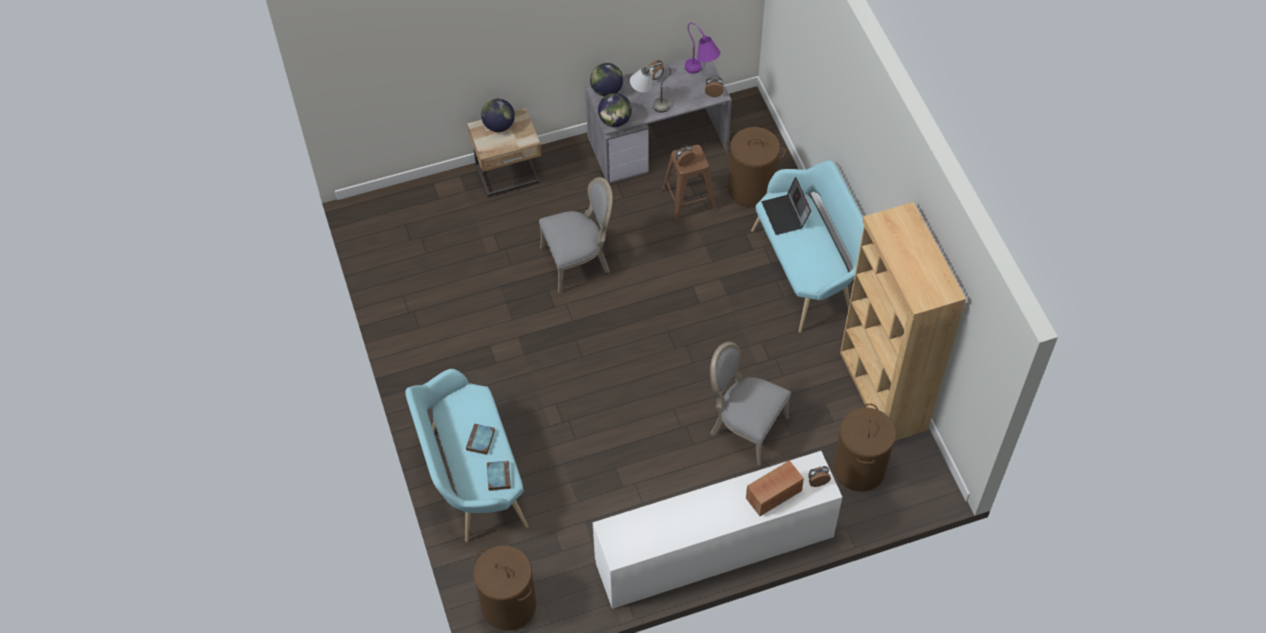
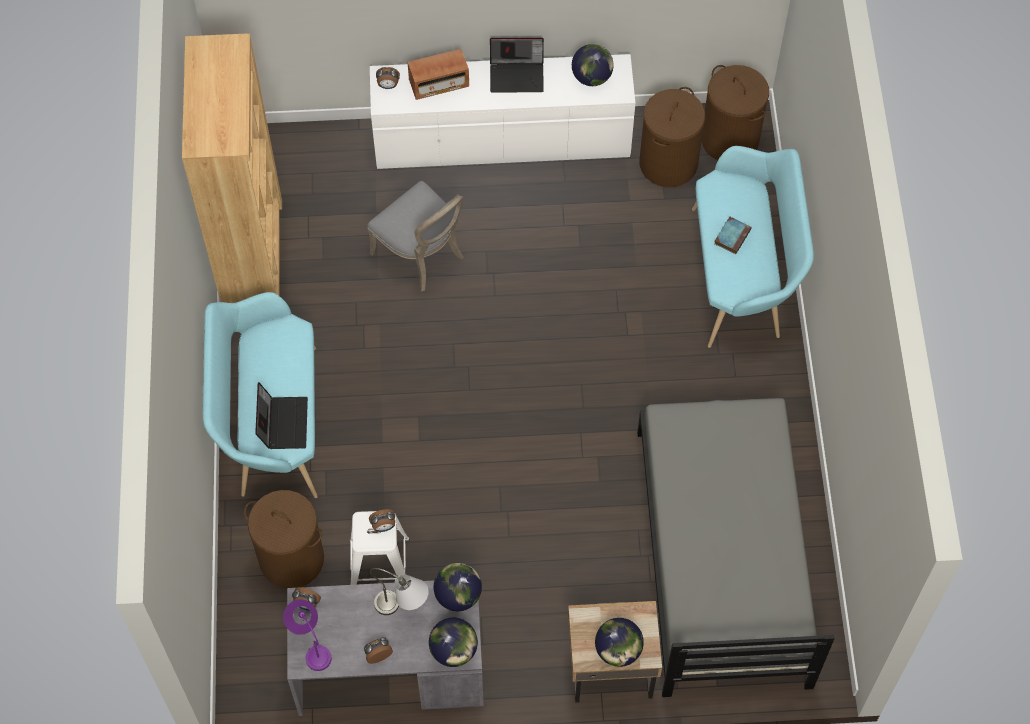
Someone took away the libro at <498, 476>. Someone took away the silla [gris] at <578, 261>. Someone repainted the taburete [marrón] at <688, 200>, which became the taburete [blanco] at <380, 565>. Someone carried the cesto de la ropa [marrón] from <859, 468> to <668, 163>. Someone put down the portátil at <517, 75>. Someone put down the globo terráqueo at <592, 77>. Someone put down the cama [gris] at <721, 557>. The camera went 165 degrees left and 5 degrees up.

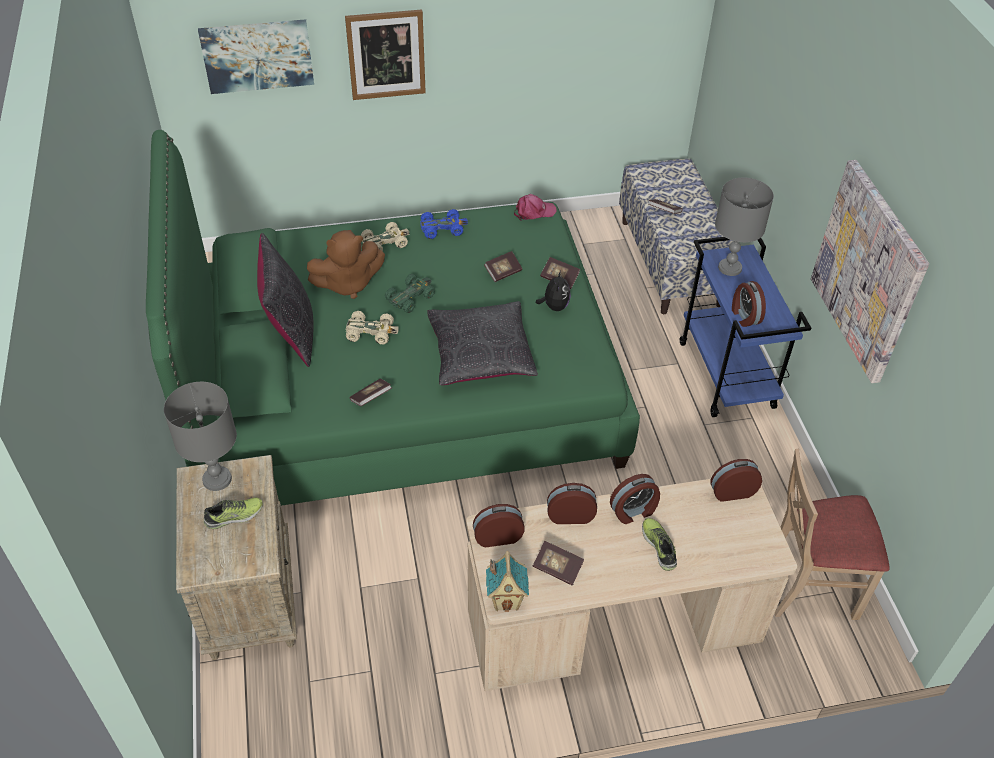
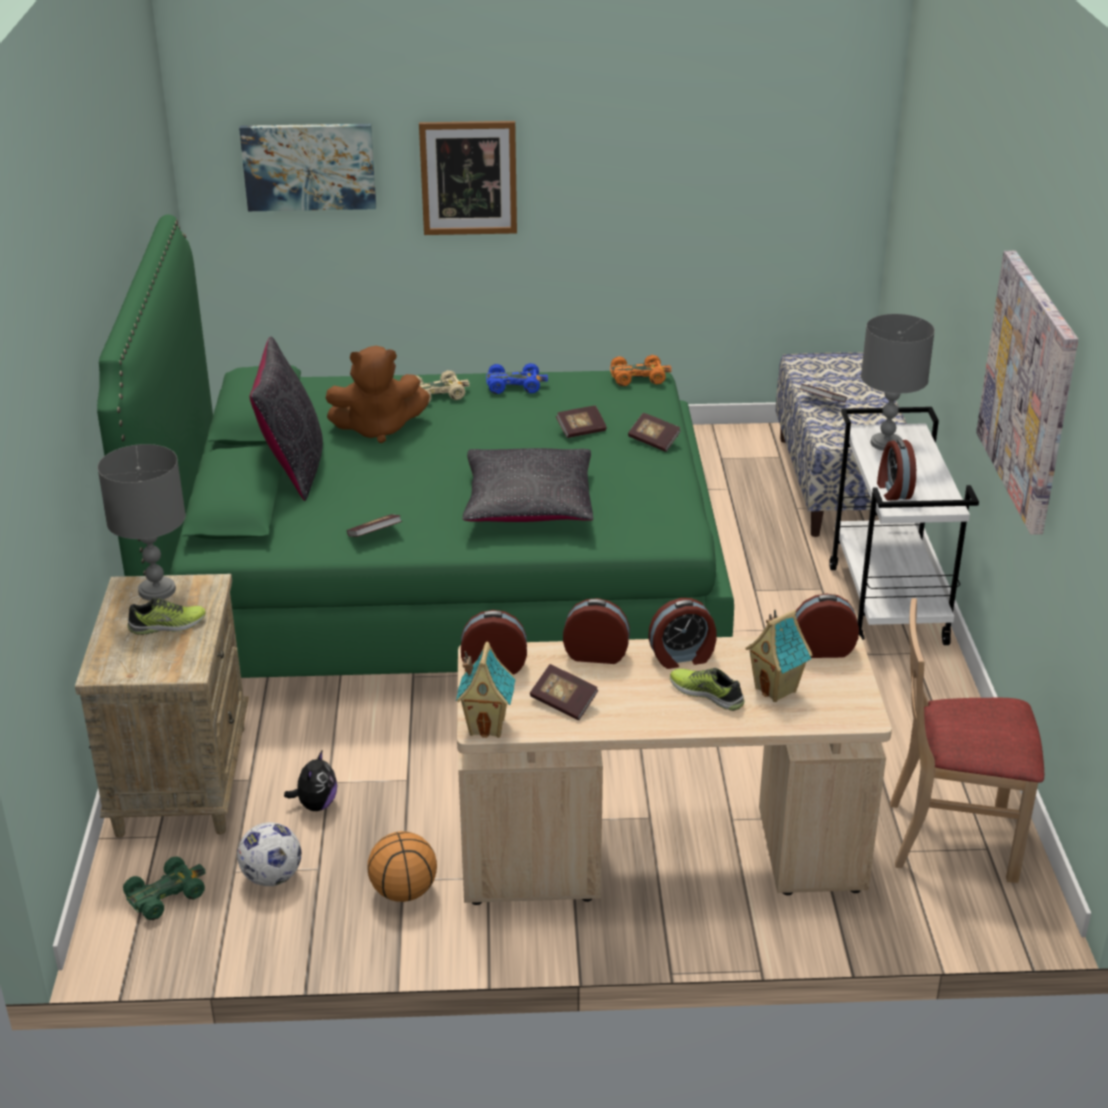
Someone took away the coche de juguete [beis] at <371, 332>. Someone carried the coche de juguete [verde] from <410, 297> to <166, 894>. Someone swapped the gorra [rosa] at <534, 212> for the coche de juguete [naranja] at <638, 377>. Someone carried the peluche from <554, 306> to <316, 804>. Someone rotated the zapato at <659, 546> by 45 degrees counterclockwise. Someone repainted the carrito [azul] at <727, 375>, which became the carrito [blanco] at <888, 606>. Someone put down the balón de fútbol at <271, 877>. Someone put down the balón de baloncesto at <403, 892>. Someone put down the casita at <777, 689>. The camera went 10 degrees right and 15 degrees down.

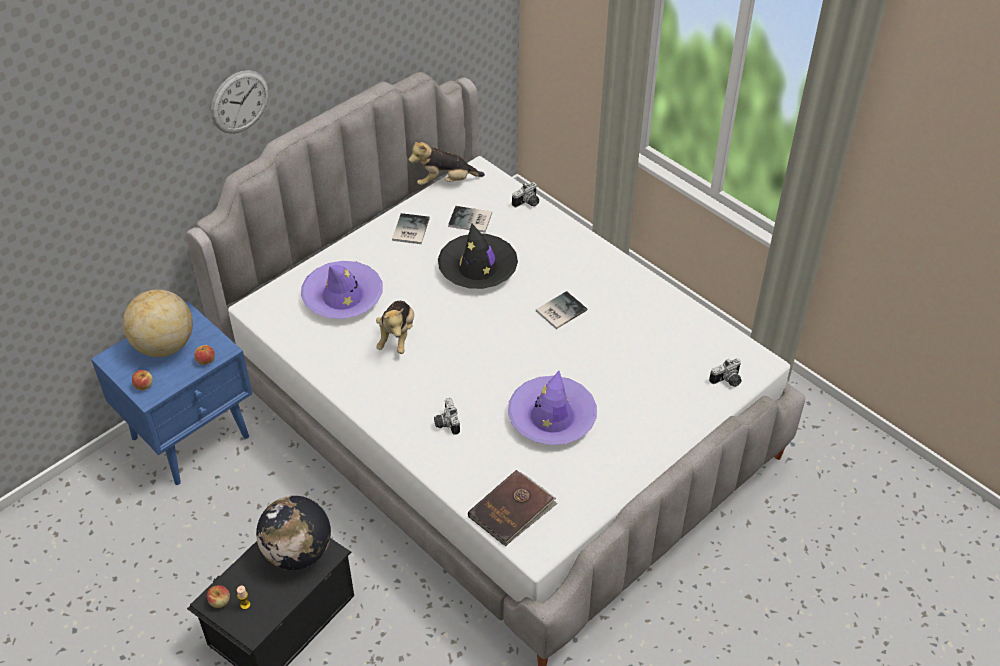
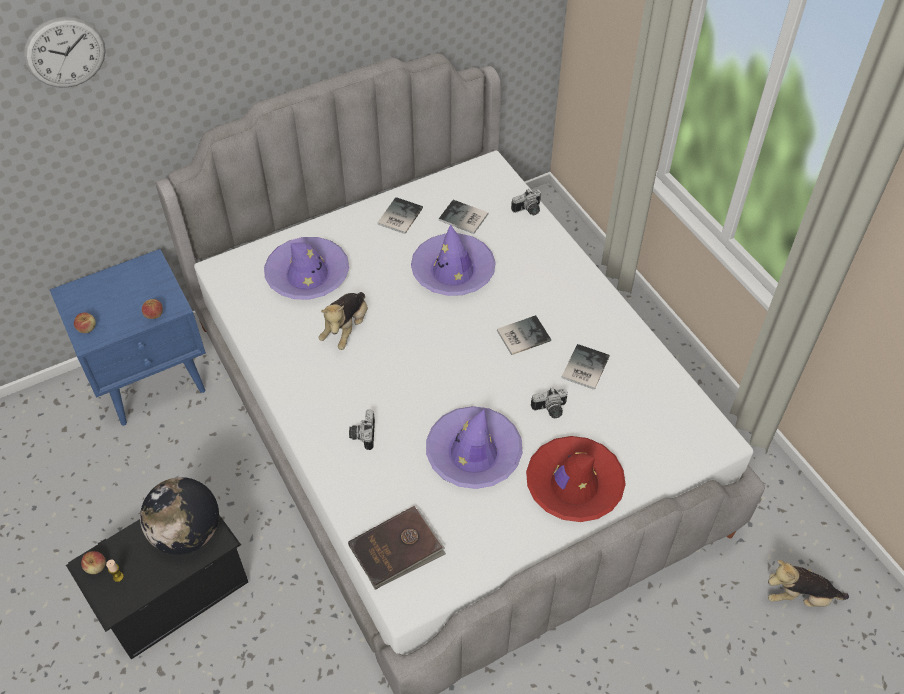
Someone took away the globo terráqueo at <164, 346>. Someone carried the reloj de pared from <239, 102> to <65, 52>. Someone carried the peluche from <445, 182> to <799, 596>. Someone repainted the sombrero [negro] at <478, 268>, which became the sombrero [morado] at <453, 271>. Someone carried the cámara from <727, 381> to <550, 410>. Someone put down the sombrero [rojo] at <574, 485>. Someone put down the libro at <583, 368>. The camera went 15 degrees right and 5 degrees up.

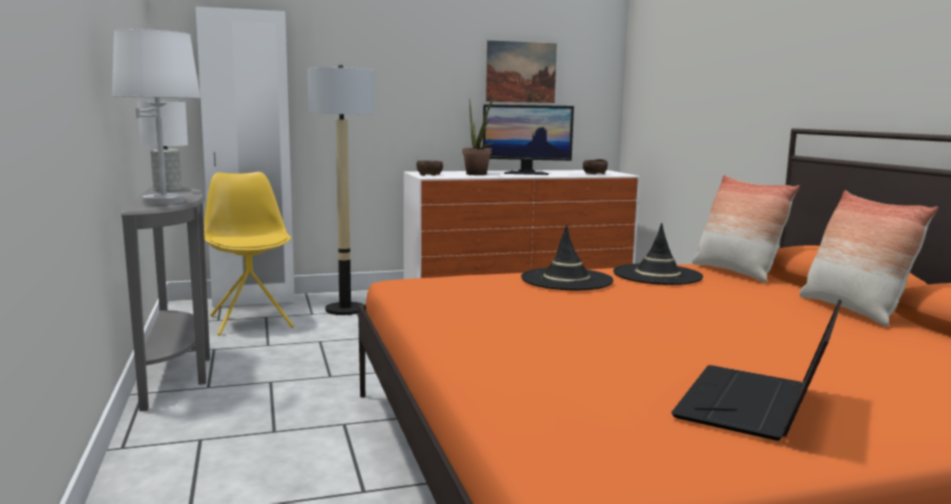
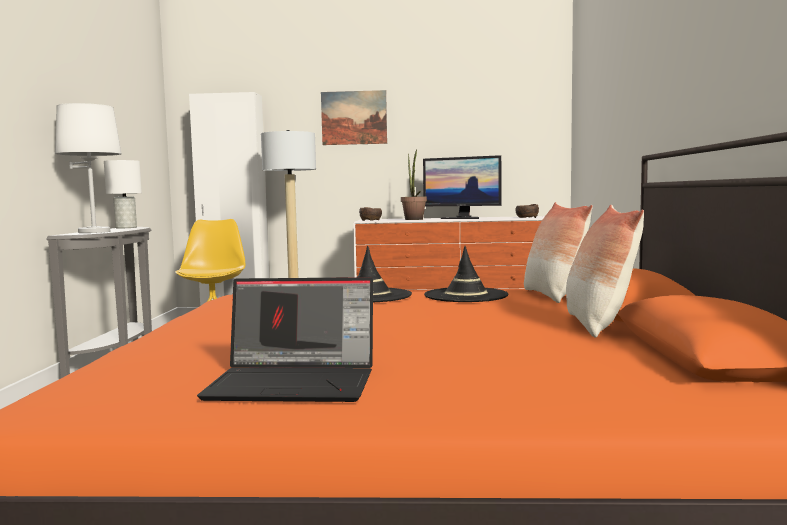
Someone carried the cuadro from <521, 72> to <354, 118>. Someone rotated the portátil at <756, 407> by 135 degrees counterclockwise. The camera went 20 degrees right and 5 degrees down.

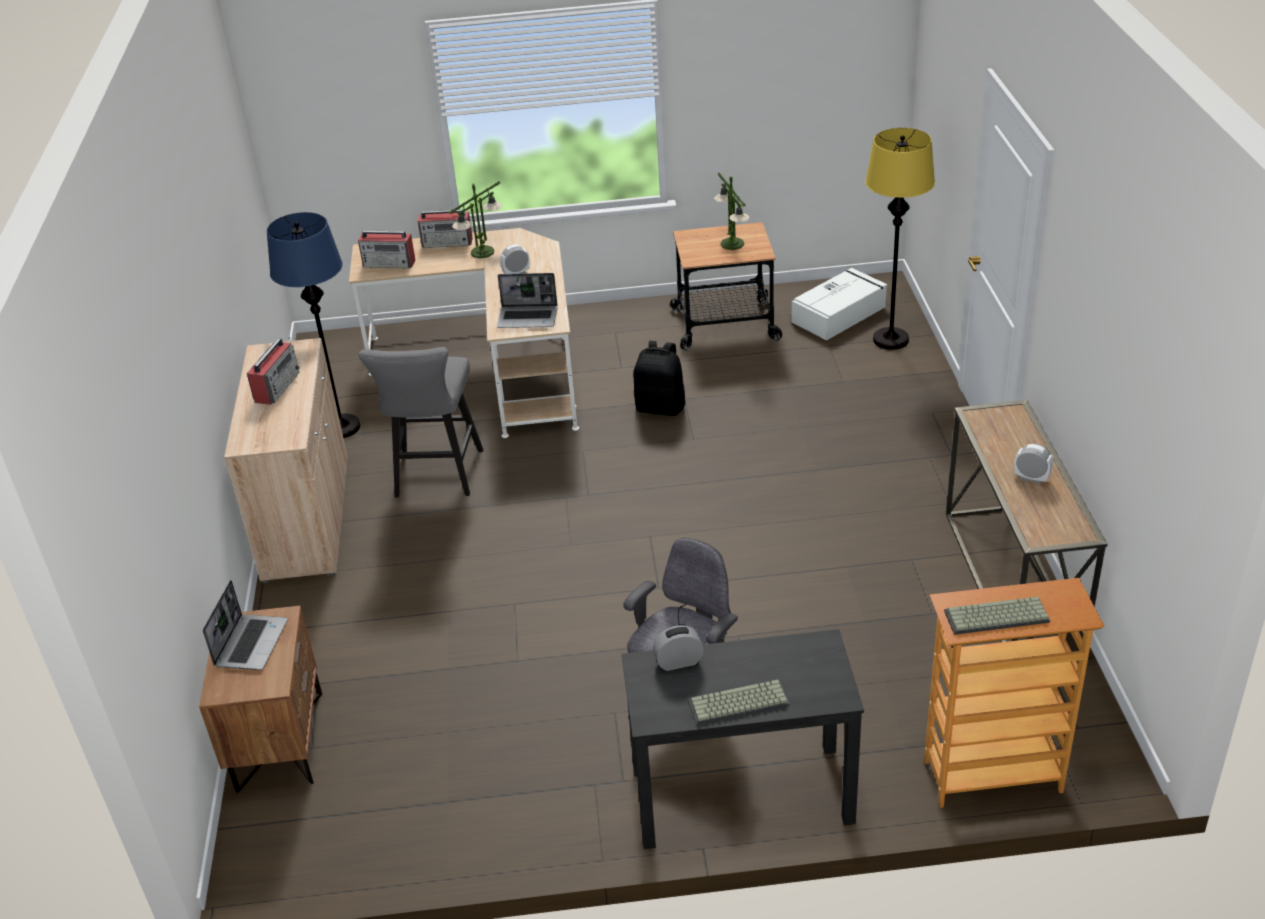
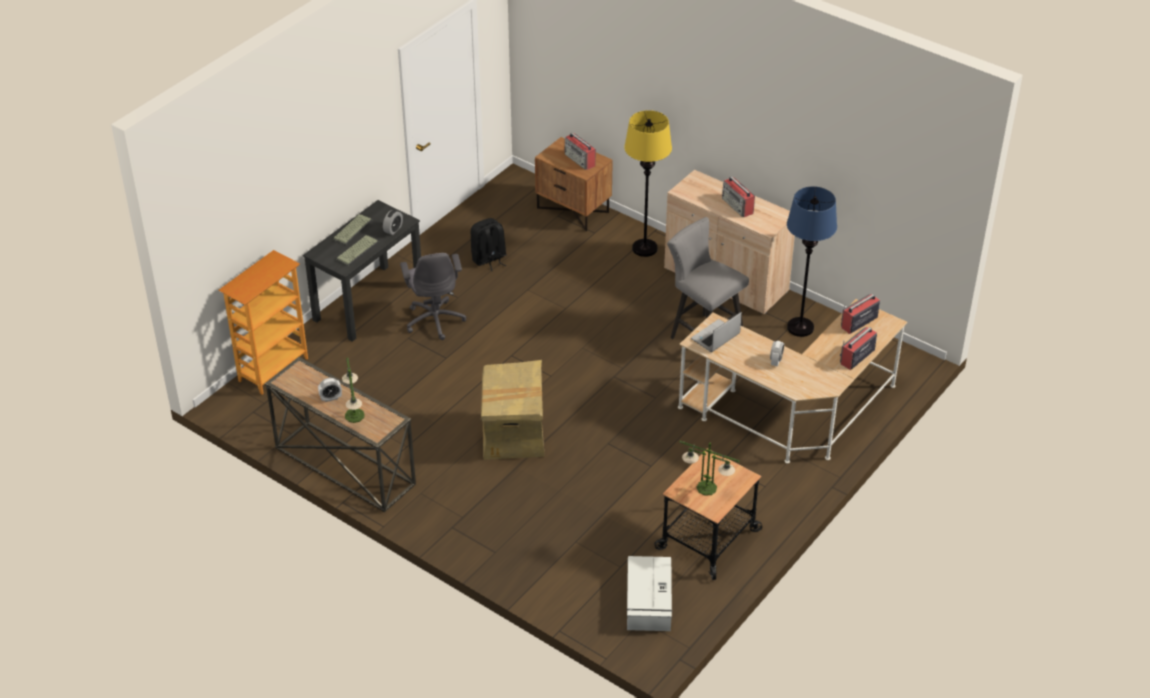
Someone swapped the portátil at <251, 643> for the radio at <580, 160>. Someone carried the lámpara de mesa from <482, 252> to <354, 415>. Someone carried the mochila [negro] from <661, 407> to <489, 259>. Someone carried the lámpara de pie [amarillo] from <891, 339> to <644, 248>. Someone carried the teclado from <996, 618> to <357, 250>. Someone put down the caja de cartón at <513, 434>. The camera went 130 degrees right and 5 degrees up.

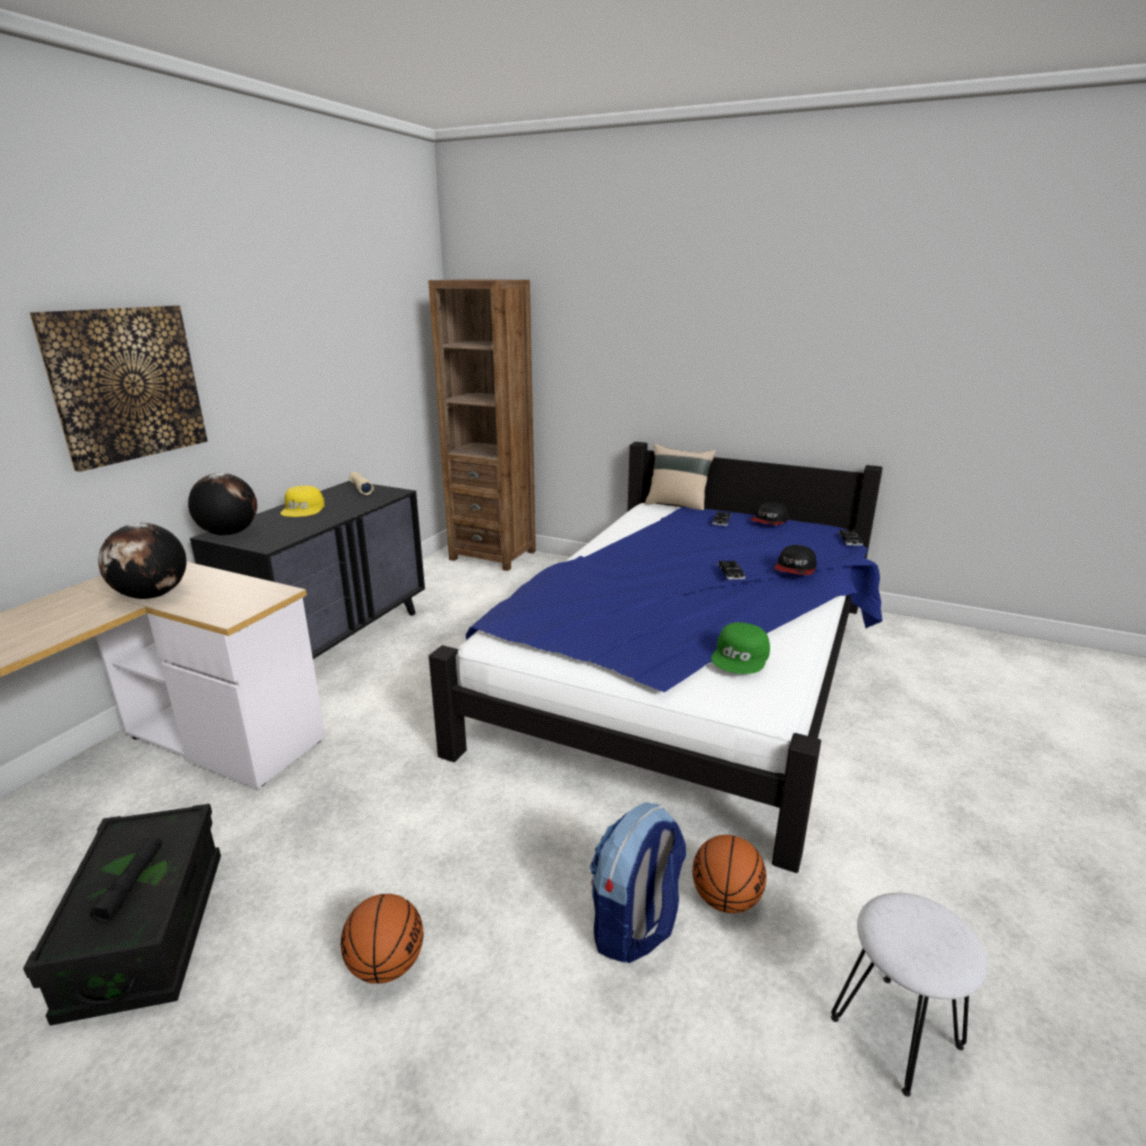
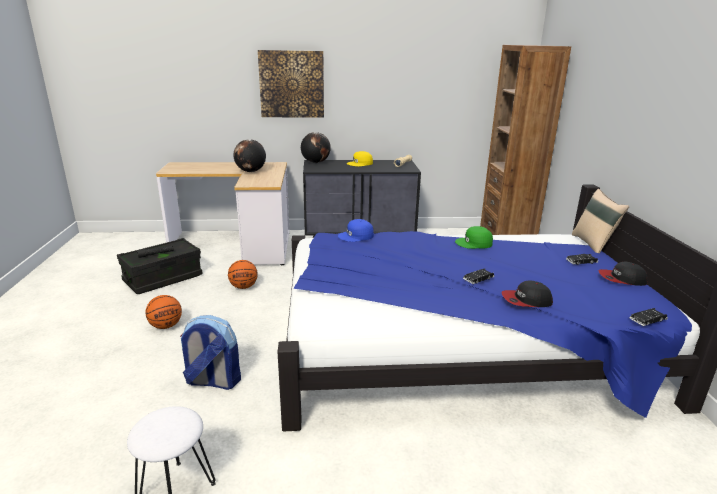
Someone carried the balón de baloncesto from <725, 899> to <243, 287>. Someone carried the gorra [verde] from <741, 657> to <474, 243>. Someone put down the gorra [azul] at <356, 236>. The camera went 60 degrees right and 0 degrees up.

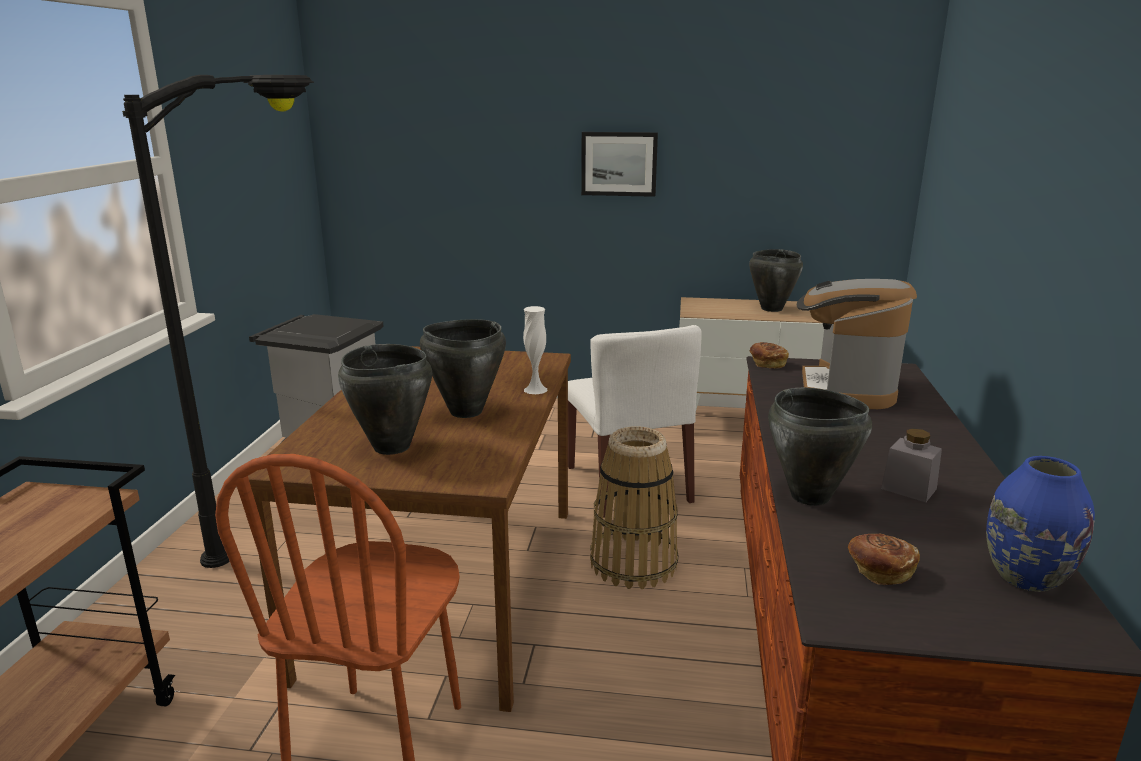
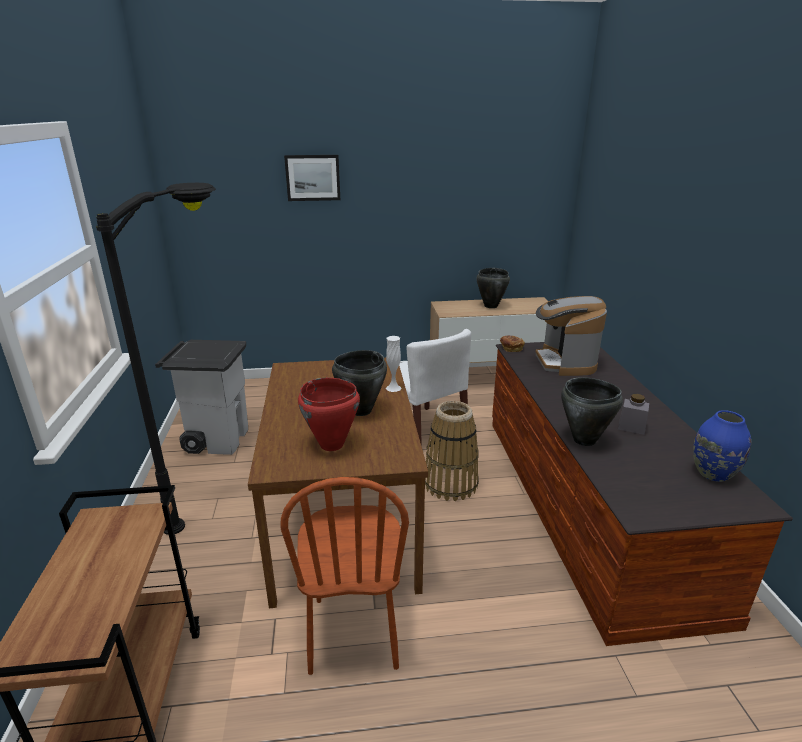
Someone repainted the olla [negro] at <391, 447>, which became the olla [rojo] at <331, 445>. Someone carried the cuadro from <619, 164> to <313, 177>. Someone took away the pan at <879, 571>. The camera went 15 degrees left and 5 degrees up.

